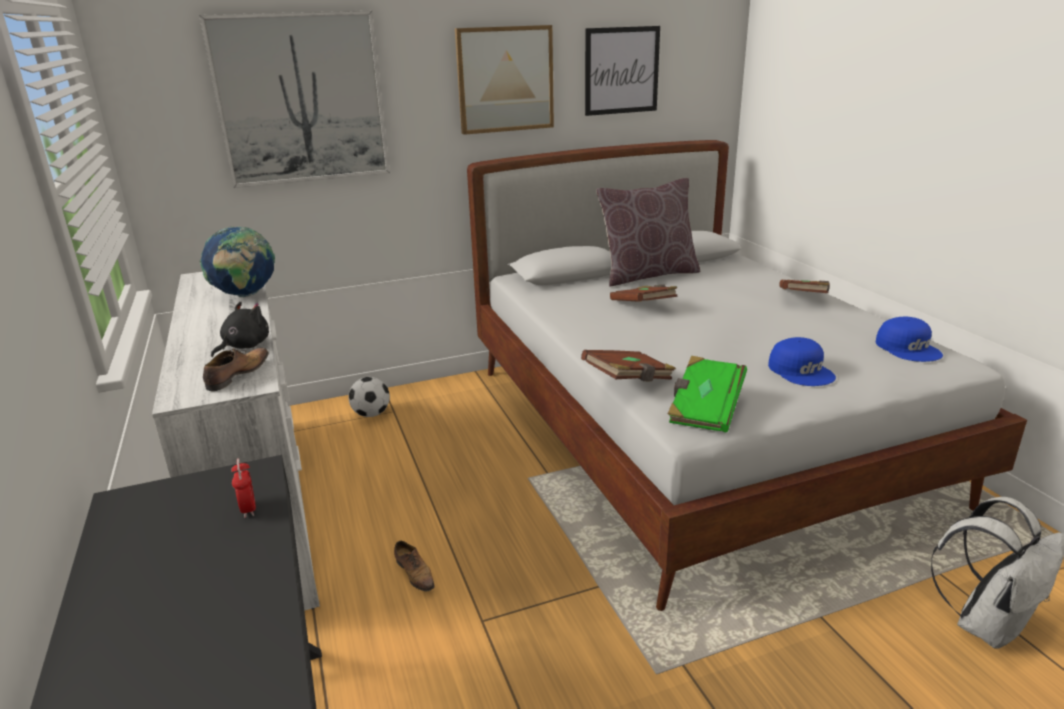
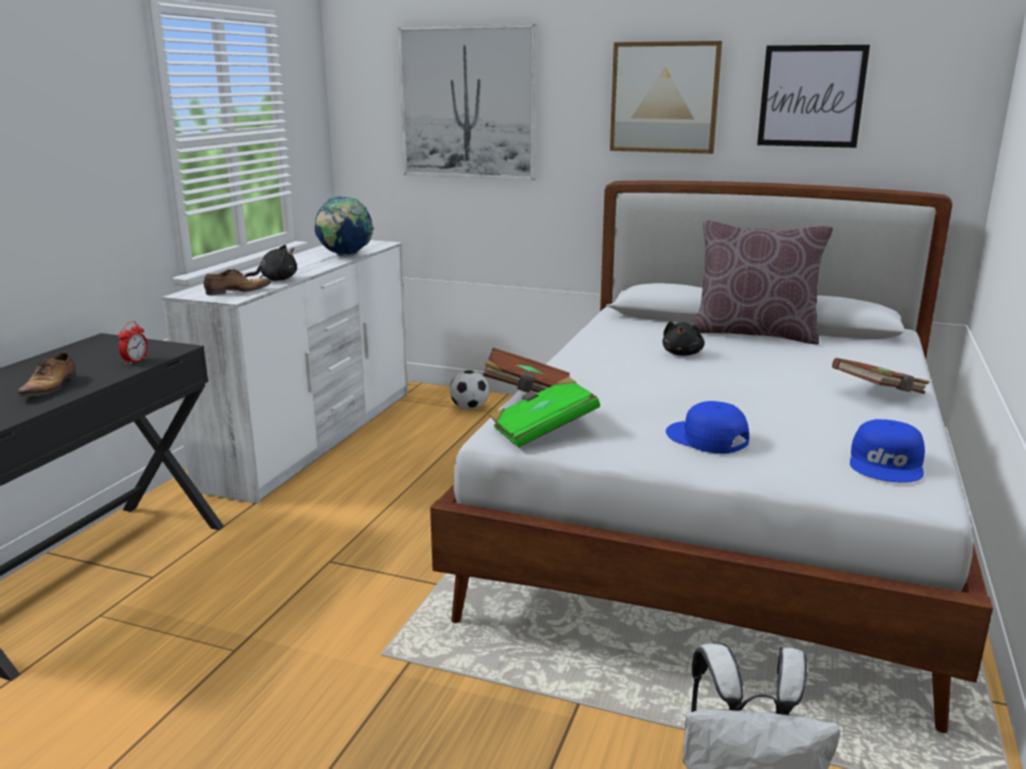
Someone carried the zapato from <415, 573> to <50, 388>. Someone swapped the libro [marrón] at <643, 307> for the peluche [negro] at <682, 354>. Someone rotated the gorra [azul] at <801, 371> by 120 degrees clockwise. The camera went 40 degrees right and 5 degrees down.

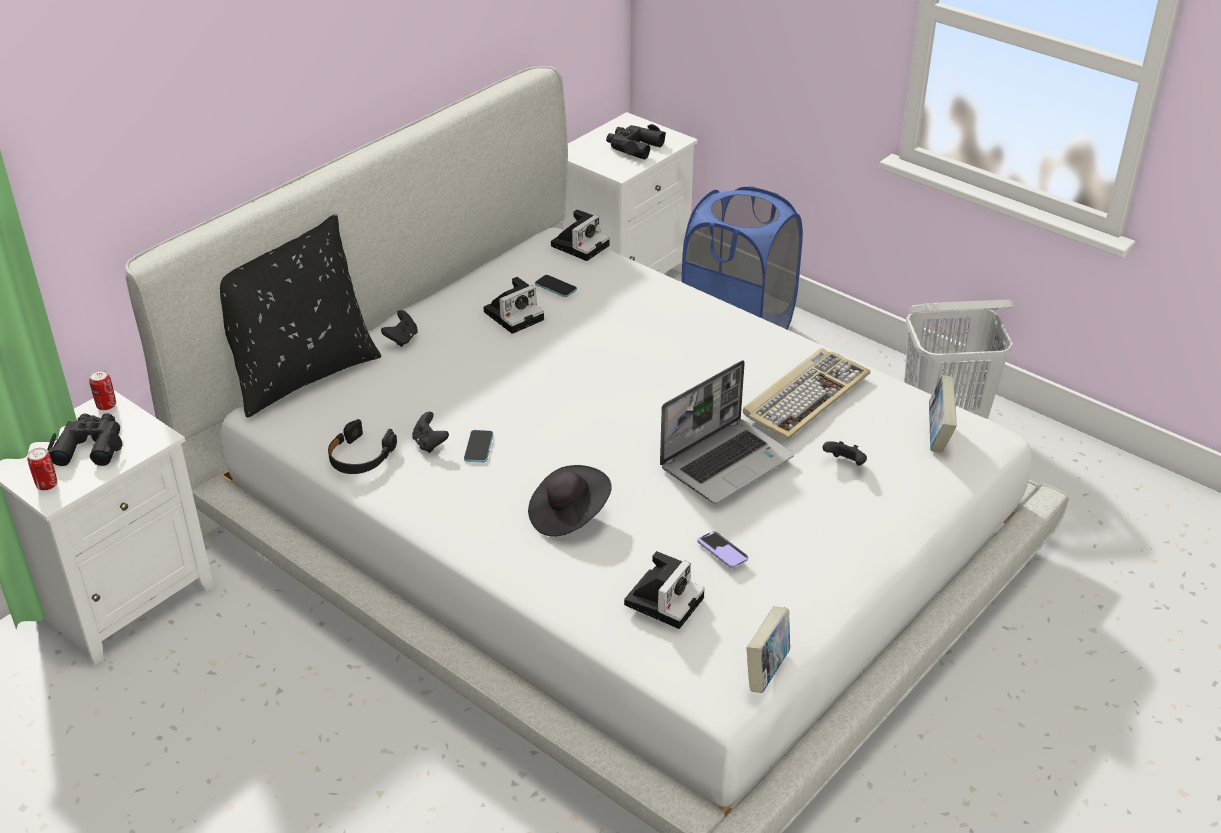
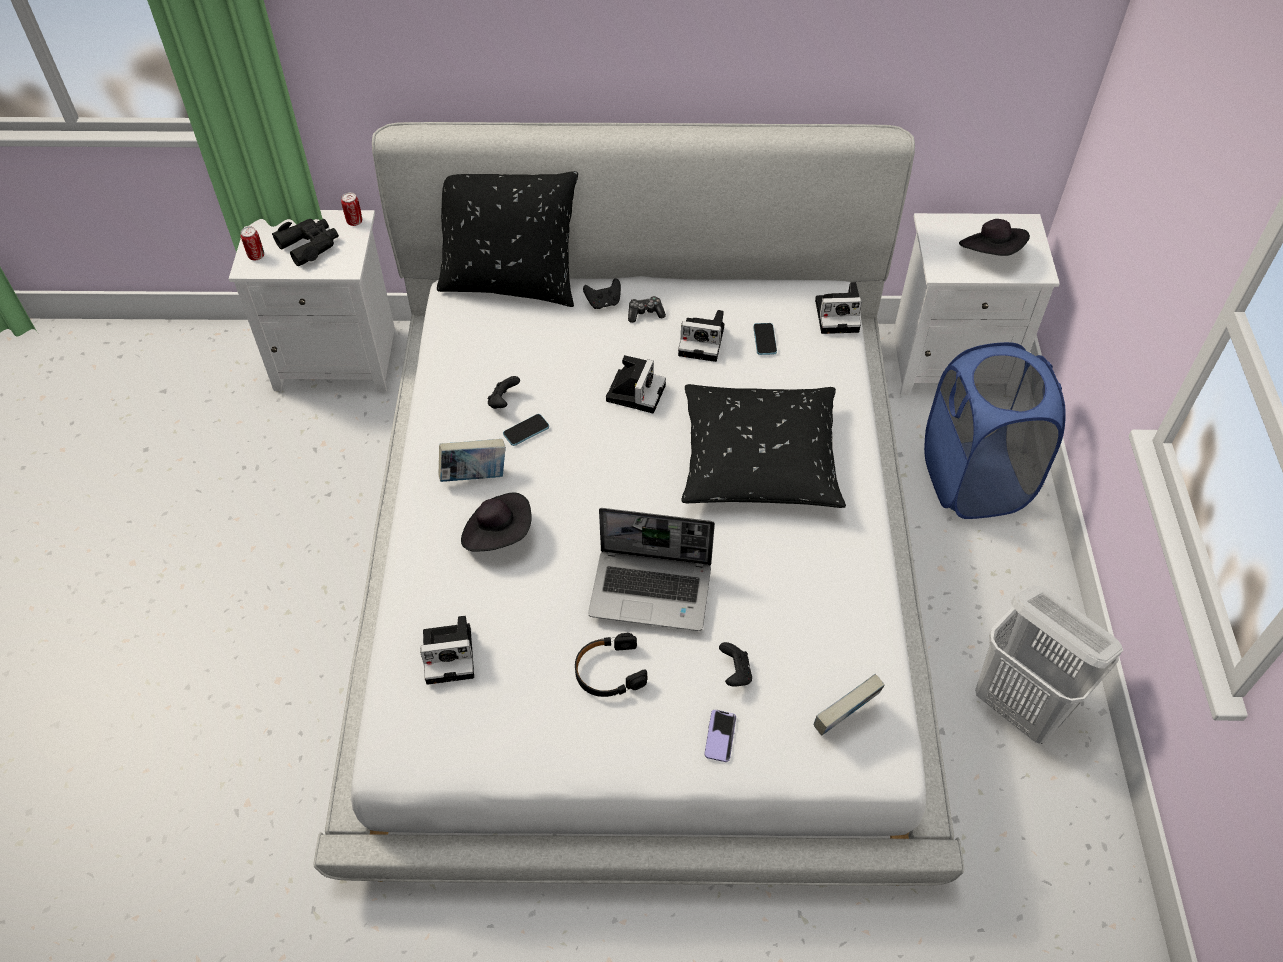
Someone carried the auriculares [negro] from <360, 456> to <609, 671>. Someone swapped the prismáticos [negro] at <633, 147> for the sombrero [negro] at <991, 253>. Someone carried the móvil from <722, 550> to <720, 736>. Someone took away the teclado at <805, 396>. Someone carried the libro from <766, 671> to <474, 476>. Someone put down the cámara at <635, 391>. Someone put down the mando de consola at <645, 313>. Someone put down the cojín [negro] at <759, 459>. The camera went 50 degrees right and 15 degrees up.

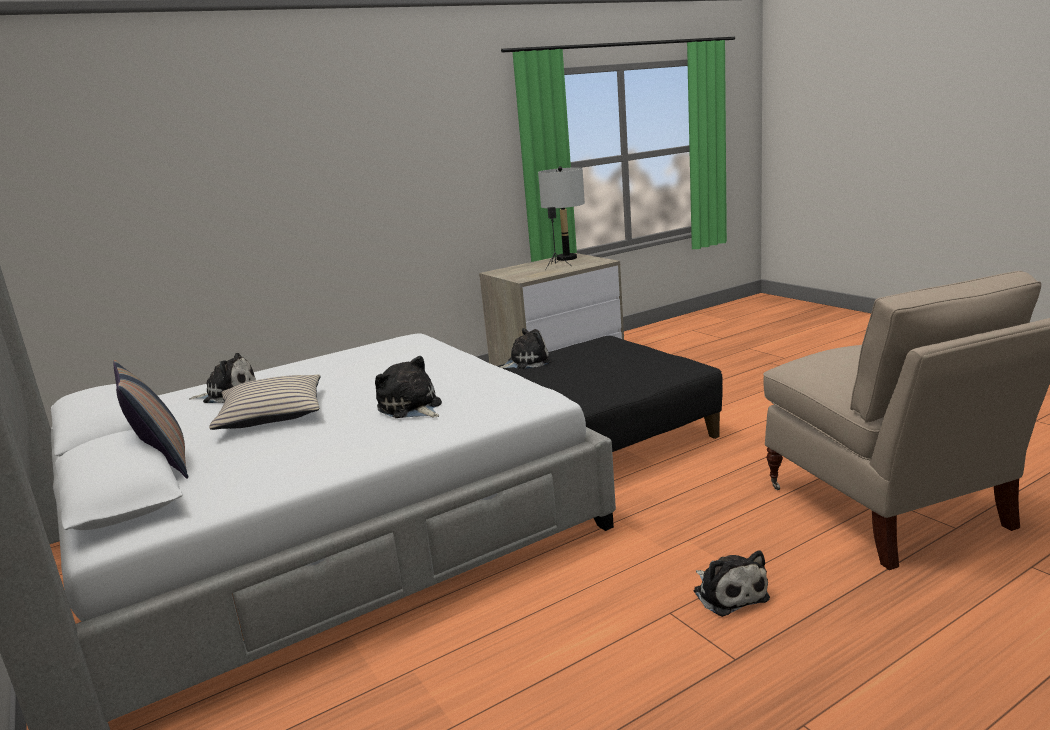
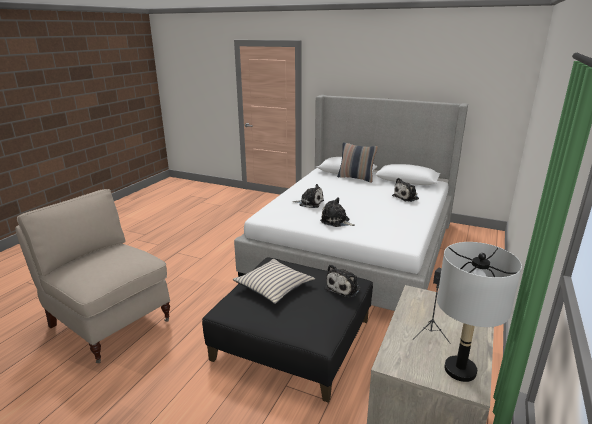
Someone carried the cojín [beis] from <271, 414> to <274, 286>. Someone carried the peluche from <728, 593> to <336, 221>. The camera went 145 degrees right and 5 degrees up.

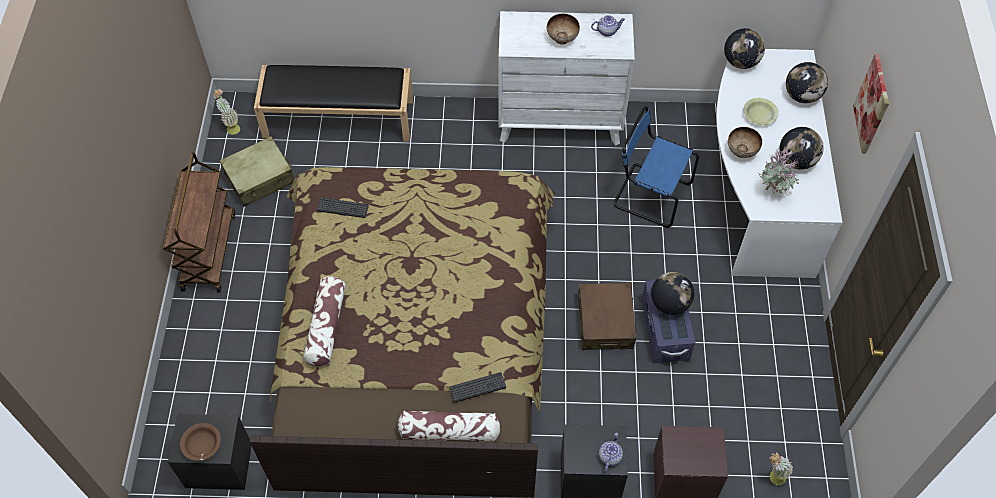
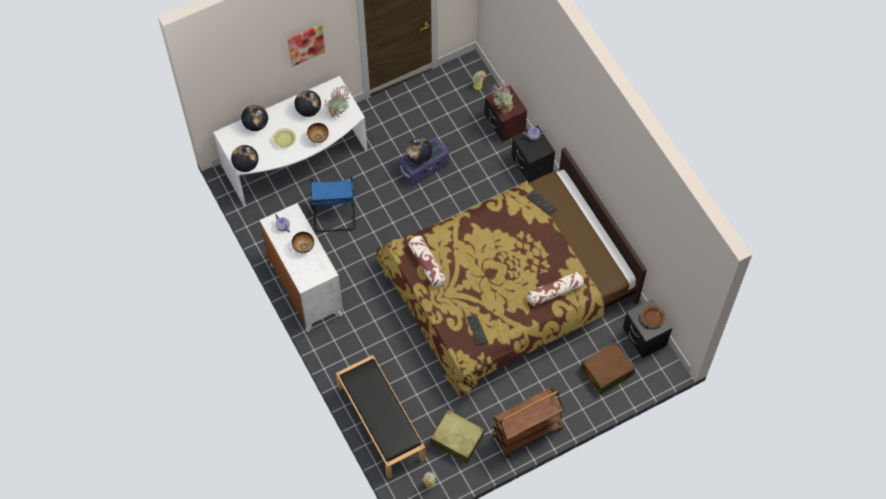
Someone carried the cojín from <449, 431> to <427, 264>. Someone carried the maleta [marrón] from <605, 322> to <606, 371>. Someone put down the planta en maceta at <502, 108>. The camera went 120 degrees left and 5 degrees up.

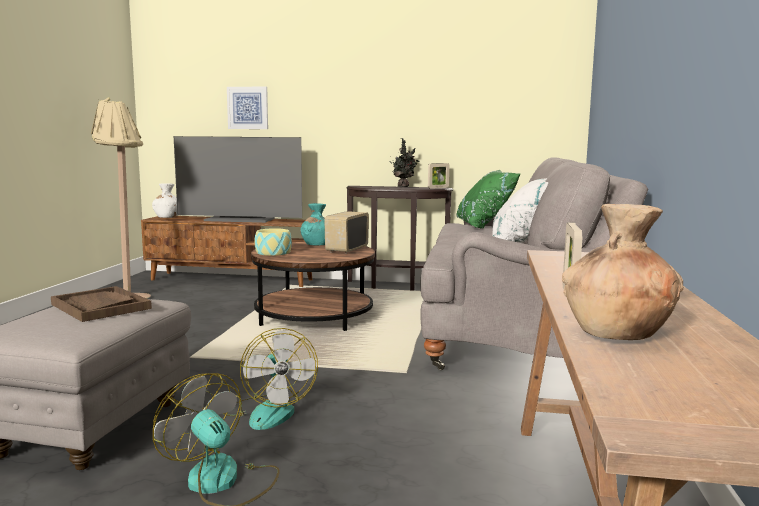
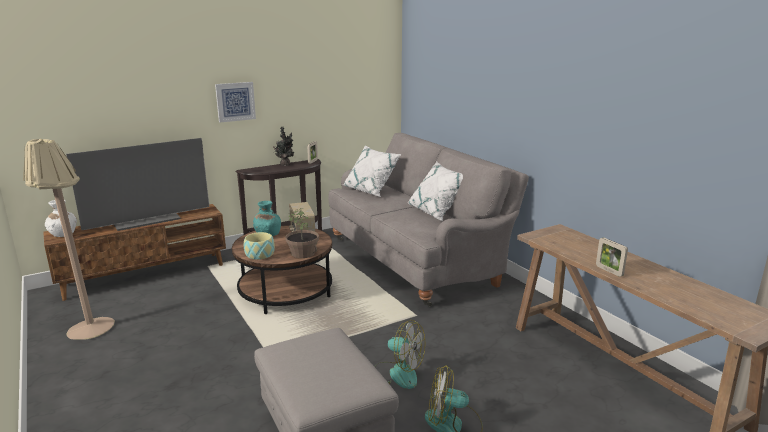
Someone took away the bandeja [marrón] at <100, 306>. Someone carried the cuadro from <248, 108> to <235, 101>. Someone repainted the cojín [verde] at <484, 226>, which became the cojín [blanco] at <371, 190>. Someone took away the florero [marrón] at <617, 333>. Someone put down the planta en maceta at <303, 253>. The camera went 40 degrees left and 10 degrees up.

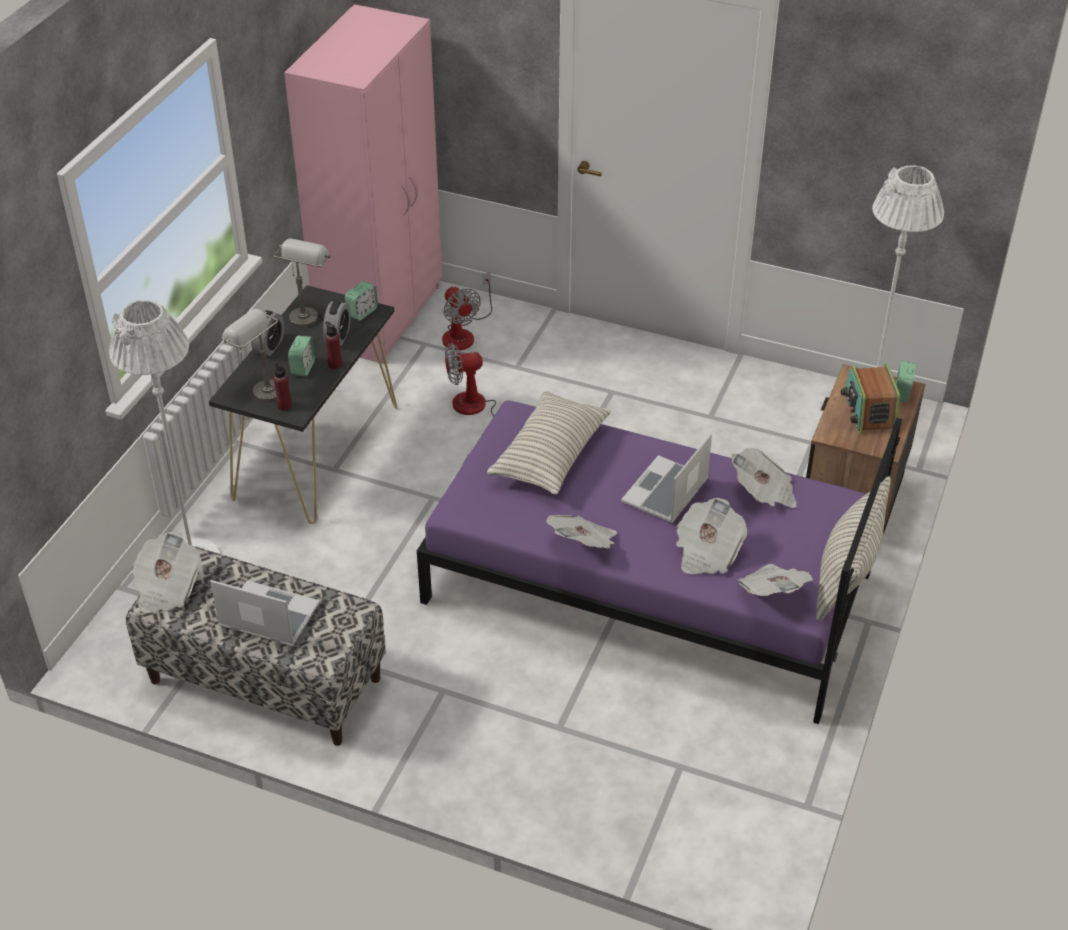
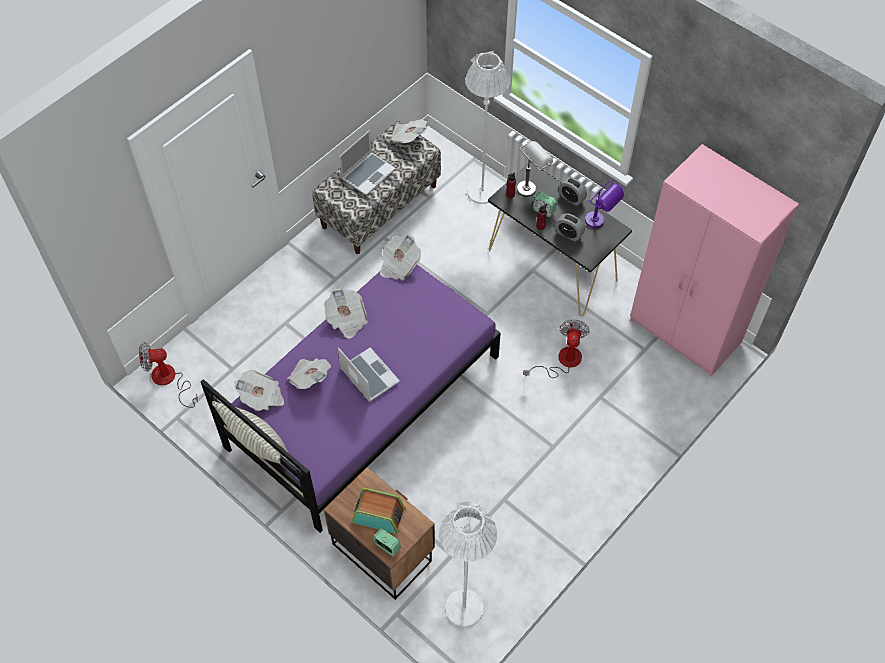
Someone repainted the lámpara de mesa [gris] at <307, 312>, which became the lámpara de mesa [morado] at <600, 223>. Someone took away the despertador at <362, 312>. Someone carried the ventilador from <463, 333> to <169, 380>. Someone took away the cojín at <550, 456>. Someone carried the periódico from <764, 493> to <398, 265>. The camera went 110 degrees right and 15 degrees up.

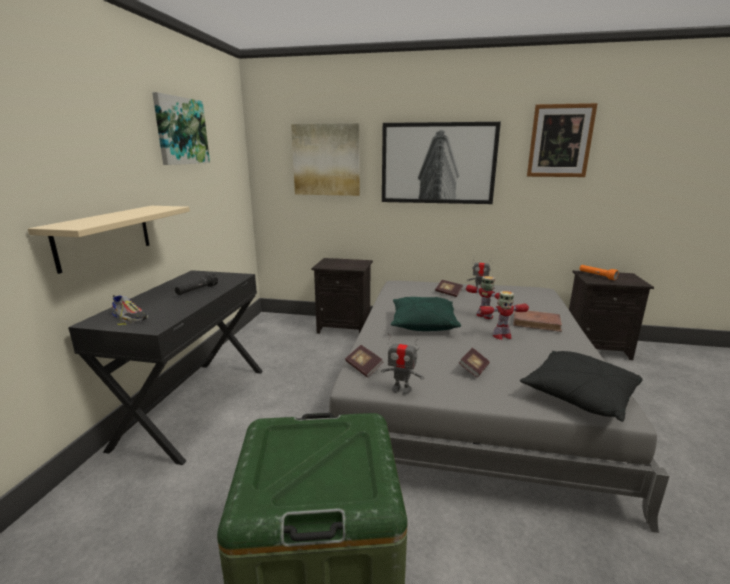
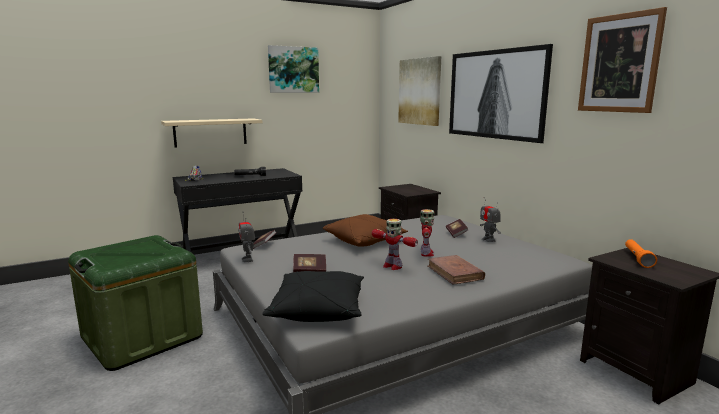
Someone repainted the cojín [verde] at <423, 324>, which became the cojín [marrón] at <365, 241>. The camera went 50 degrees right and 5 degrees down.

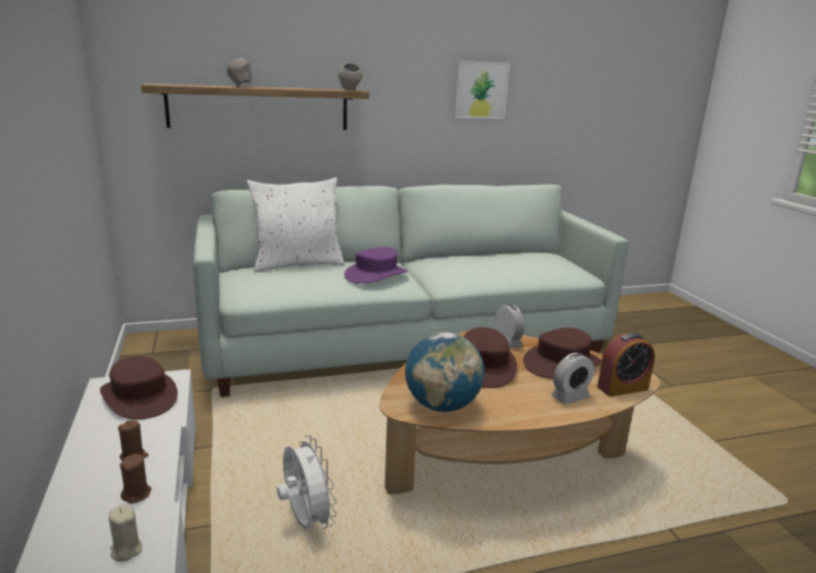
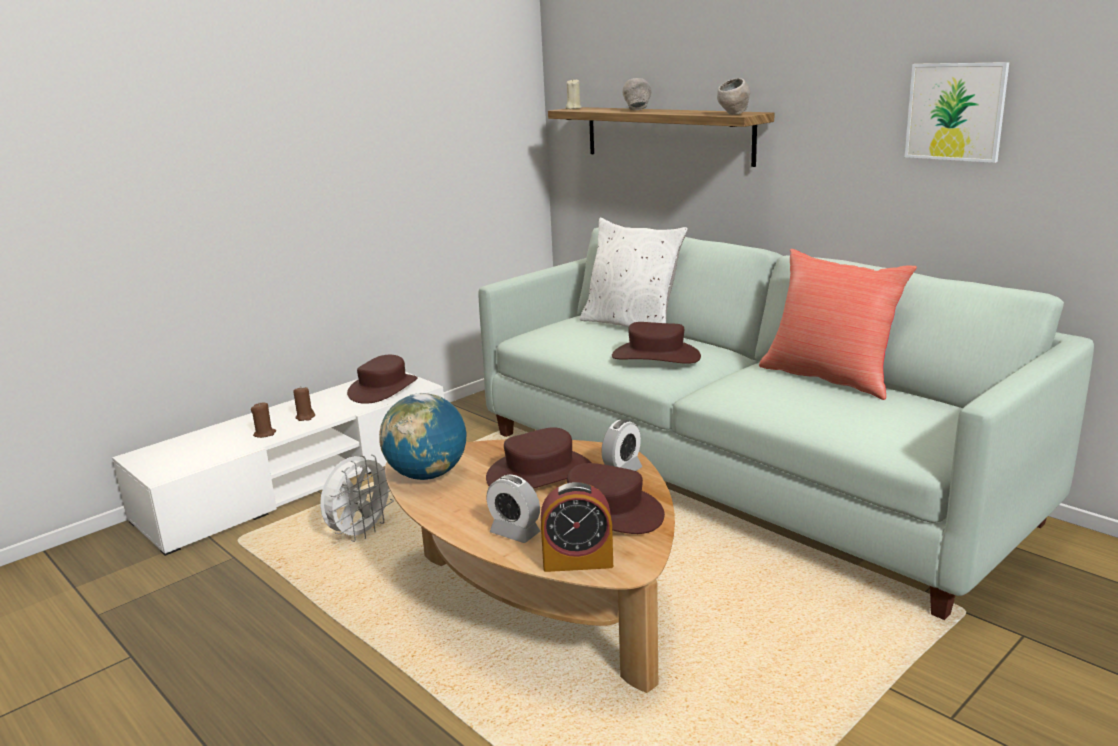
Someone carried the vela [beis] from <126, 550> to <573, 108>. Someone repainted the sombrero [morado] at <376, 274>, which became the sombrero [marrón] at <656, 356>. Someone rotated the despertador at <622, 388> by 45 degrees counterclockwise. Someone put down the cojín [rojo] at <829, 377>. The camera went 65 degrees right and 0 degrees up.

